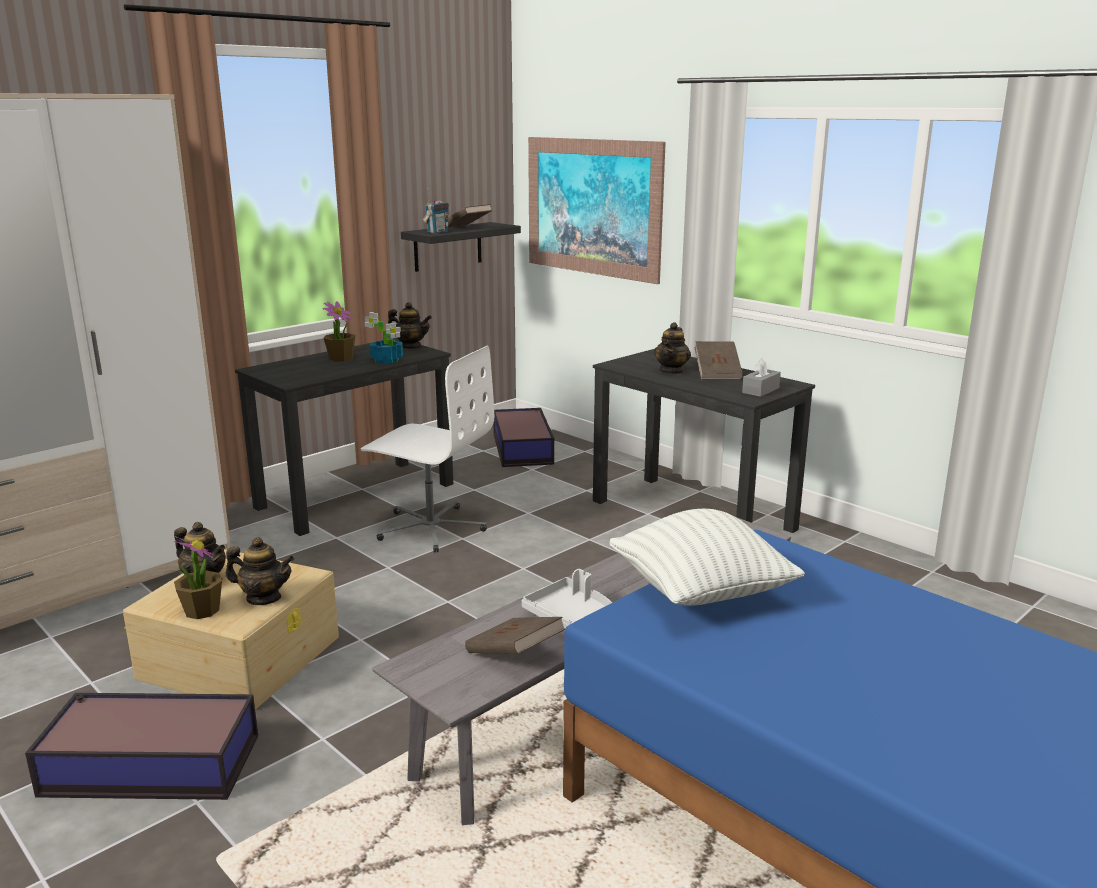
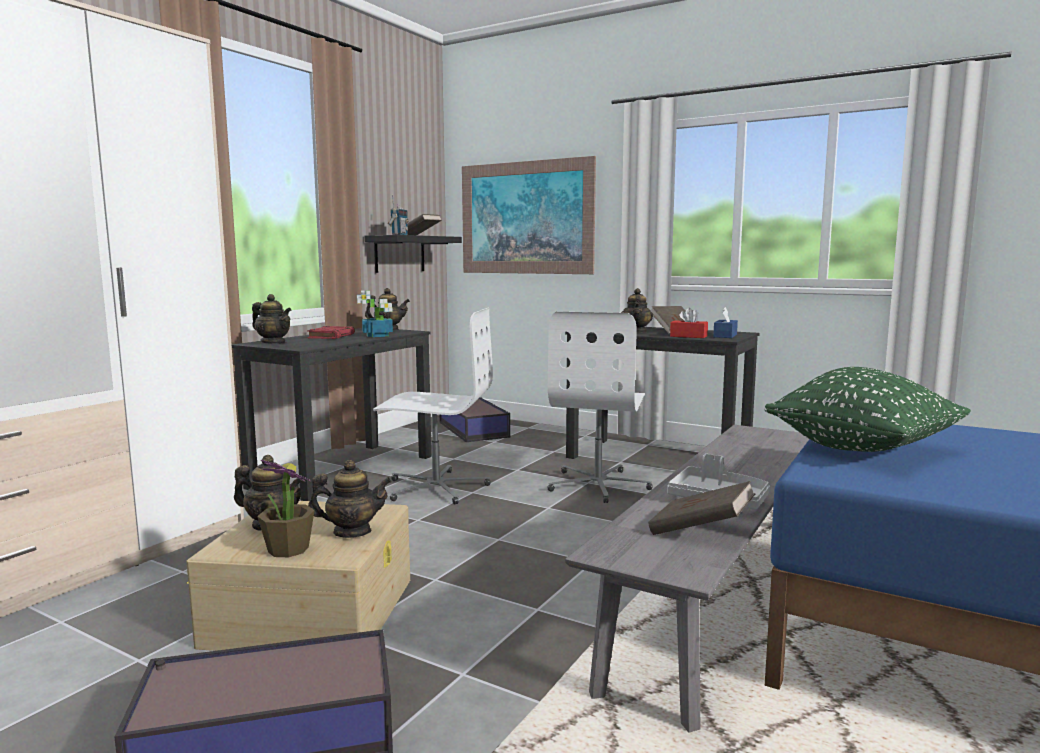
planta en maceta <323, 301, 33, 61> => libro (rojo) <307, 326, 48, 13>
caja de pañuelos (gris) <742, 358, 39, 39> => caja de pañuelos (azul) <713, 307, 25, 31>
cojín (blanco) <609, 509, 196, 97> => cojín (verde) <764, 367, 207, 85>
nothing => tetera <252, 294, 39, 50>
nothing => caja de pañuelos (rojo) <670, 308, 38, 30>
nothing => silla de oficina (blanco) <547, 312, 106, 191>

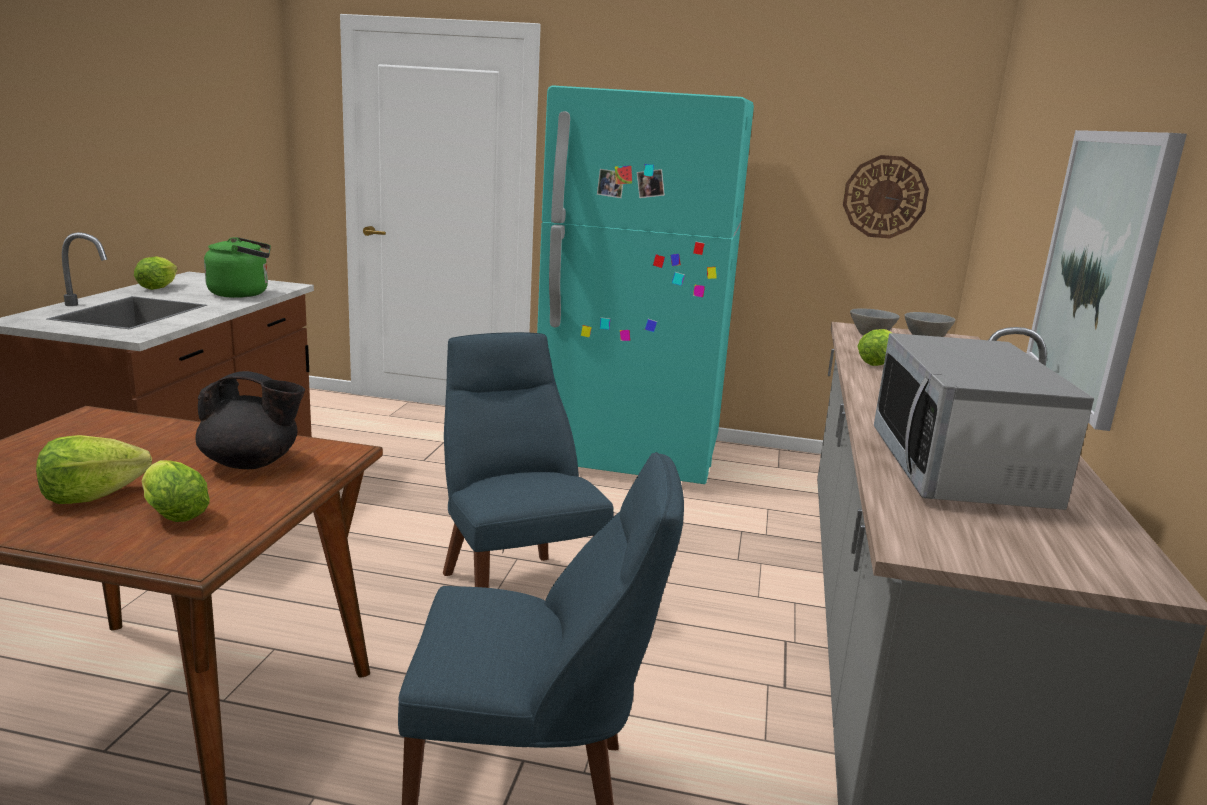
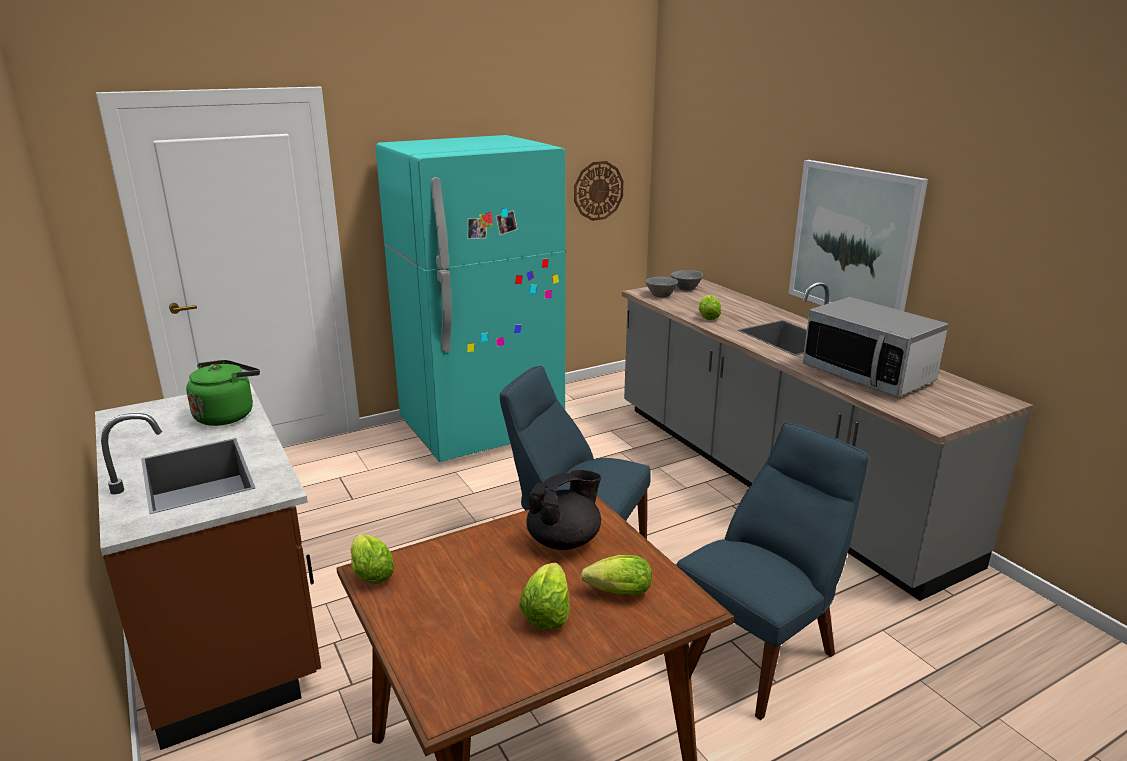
lechuga <134, 256, 44, 34> => lechuga <350, 534, 45, 50>, shifted

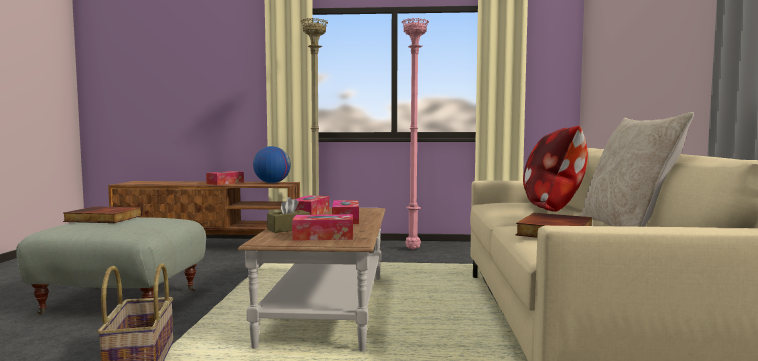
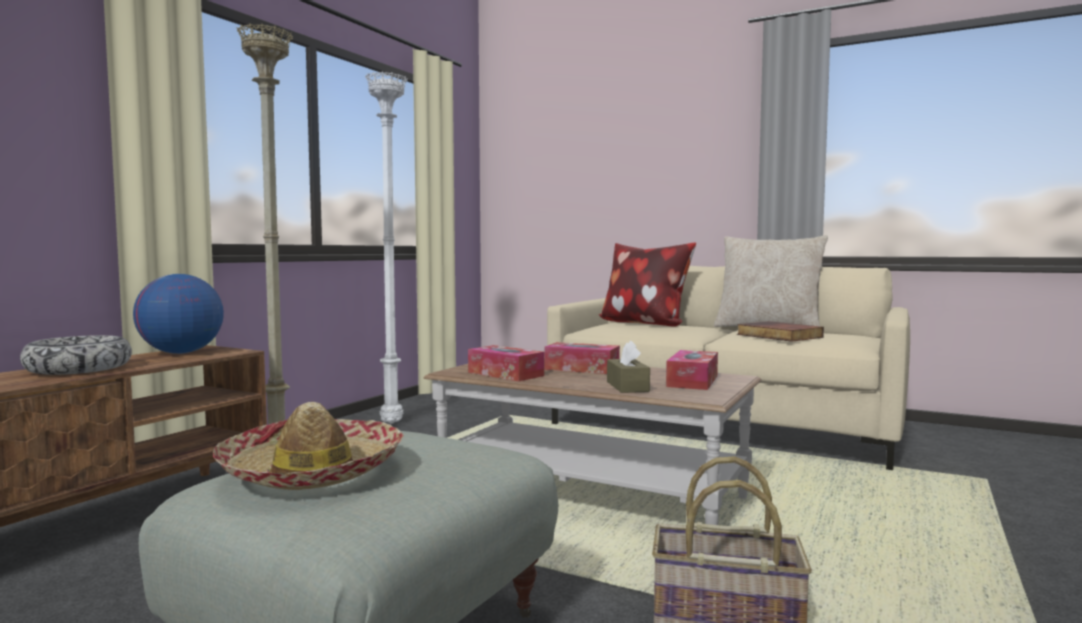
lámpara de pie (rosa) <402, 18, 27, 232> => lámpara de pie (blanco) <365, 71, 43, 353>
caja de pañuelos <206, 171, 38, 14> => cuenco <20, 335, 112, 40>
libro <63, 206, 79, 17> => sombrero <213, 402, 191, 88>

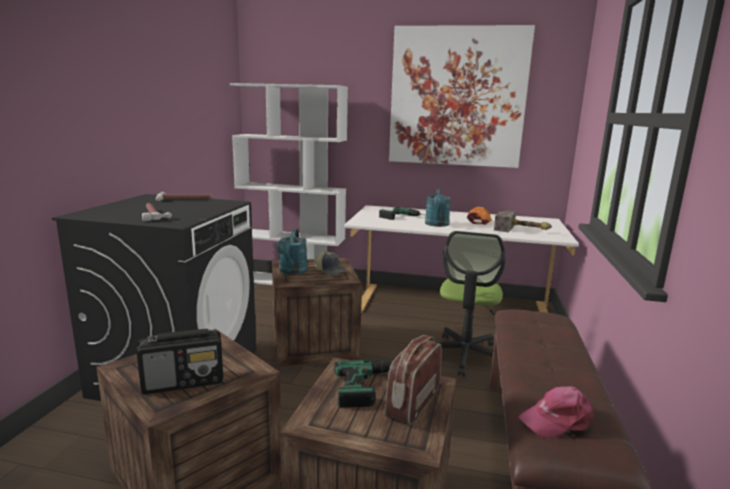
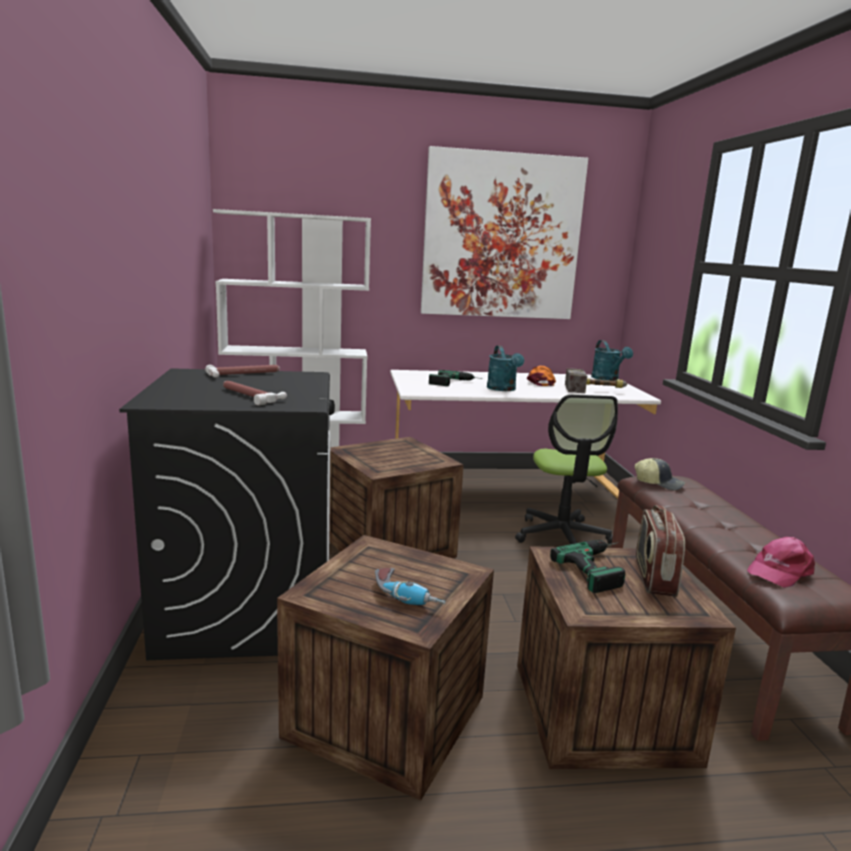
regadera (turquesa) <276, 229, 32, 46> => regadera (turquesa) <591, 340, 42, 41>, shifted
gorra <314, 252, 32, 24> => gorra <634, 458, 51, 32>, shifted
radio <137, 329, 86, 66> => taladro <375, 568, 71, 37>

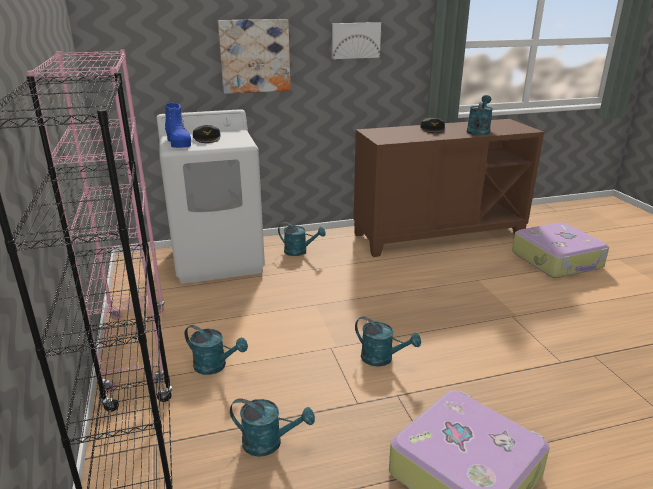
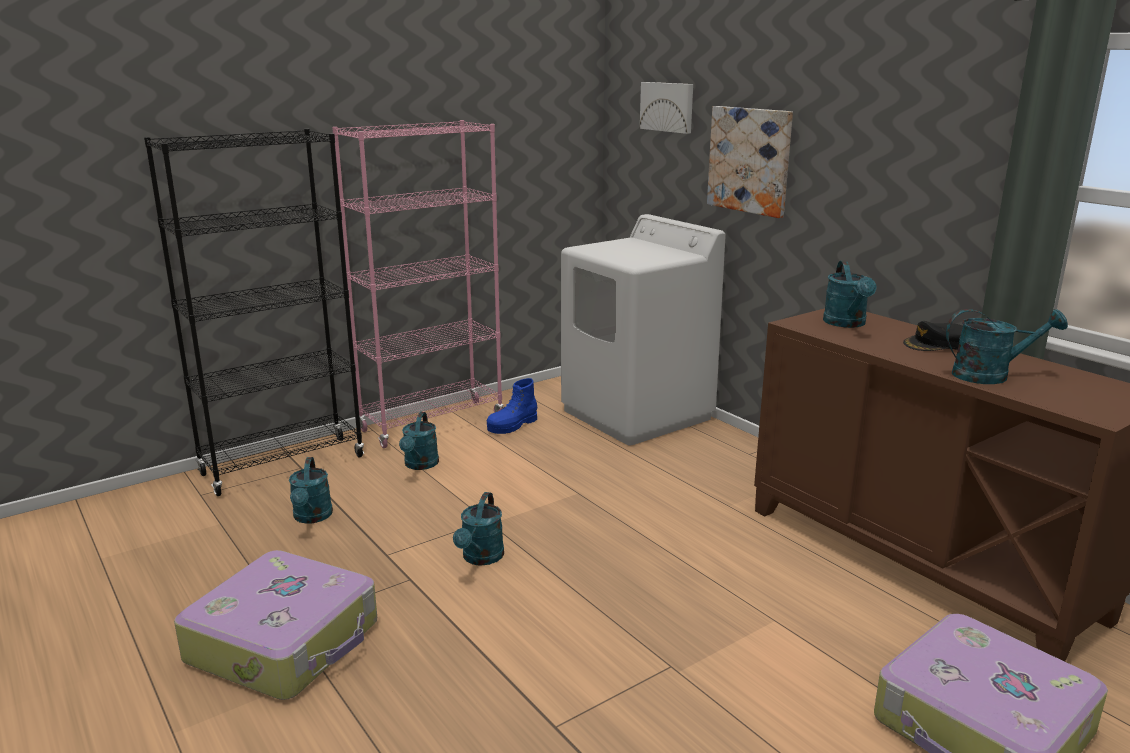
cuadro <332, 22, 49, 37> => cuadro <640, 82, 53, 52>, shifted
bota (azul) <165, 103, 26, 45> => bota (azul) <487, 378, 50, 56>, shifted
gorra (negro) <193, 125, 28, 18> => nothing
regadera (turquesa) <278, 222, 48, 34> => regadera (turquesa) <823, 261, 54, 67>, shifted

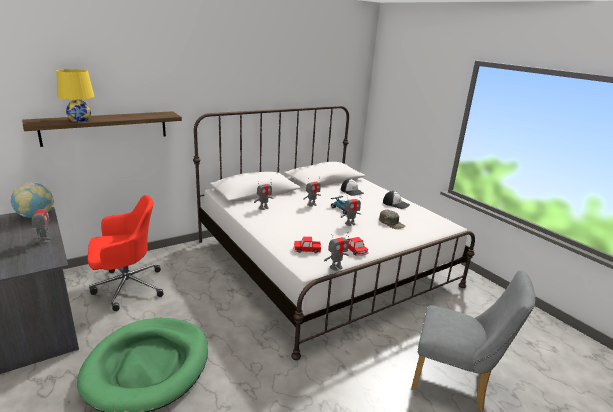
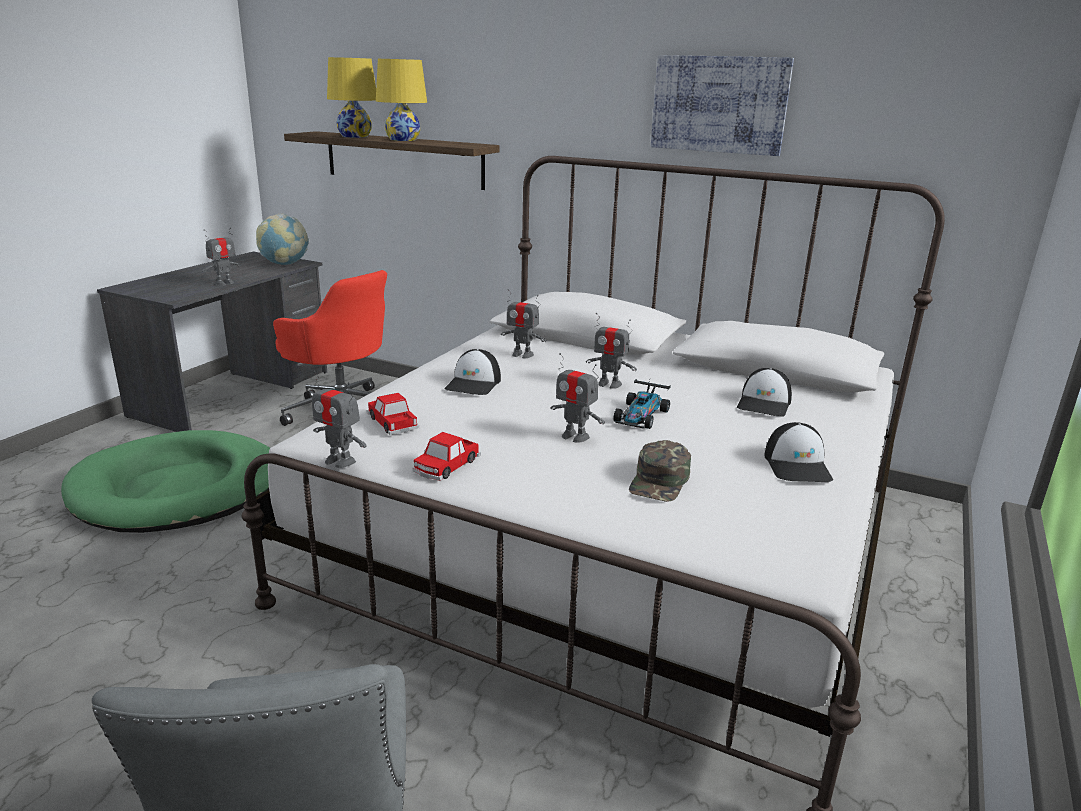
nothing => cuadro <651, 55, 143, 101>
nothing => lámpara de mesa (amarillo) <376, 59, 51, 82>
nothing => gorra <444, 349, 57, 46>

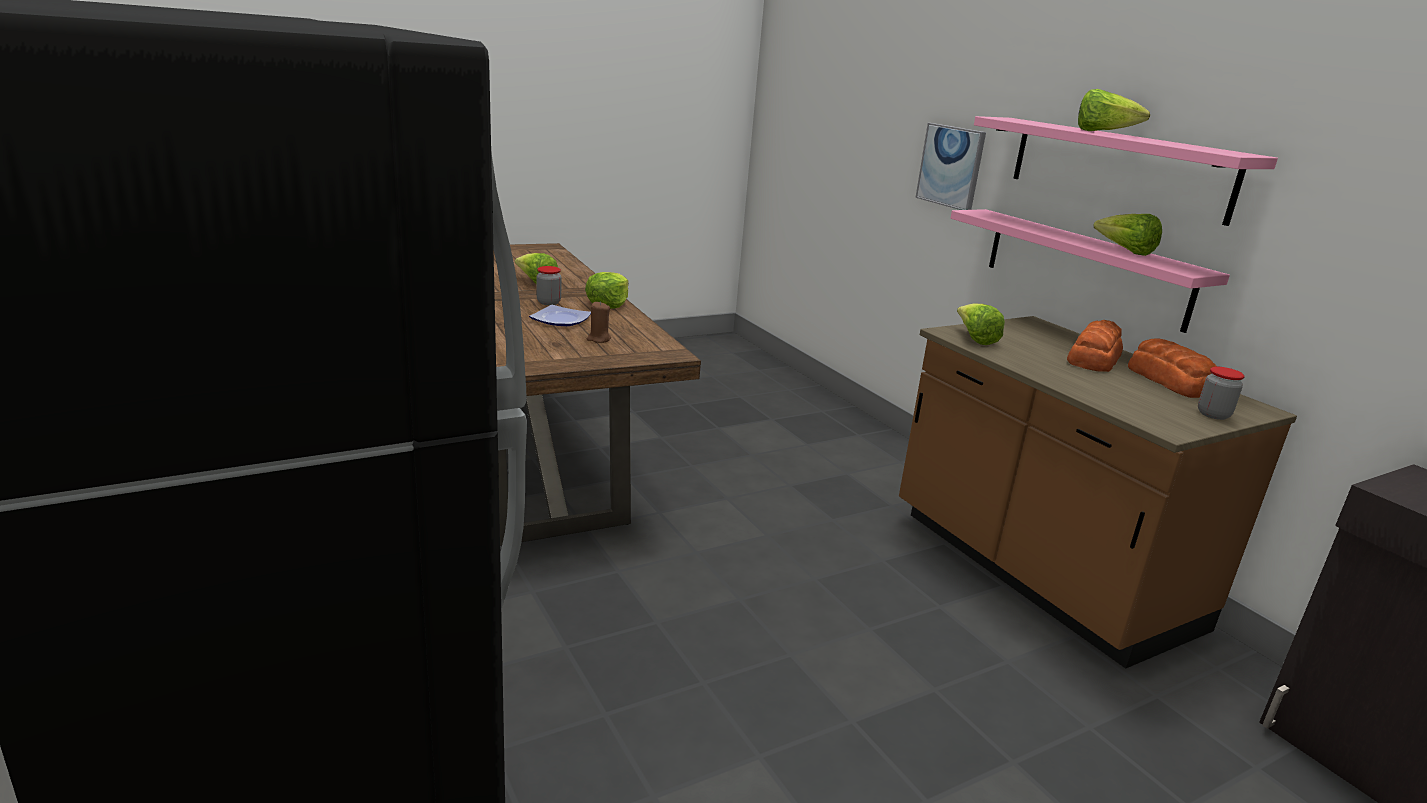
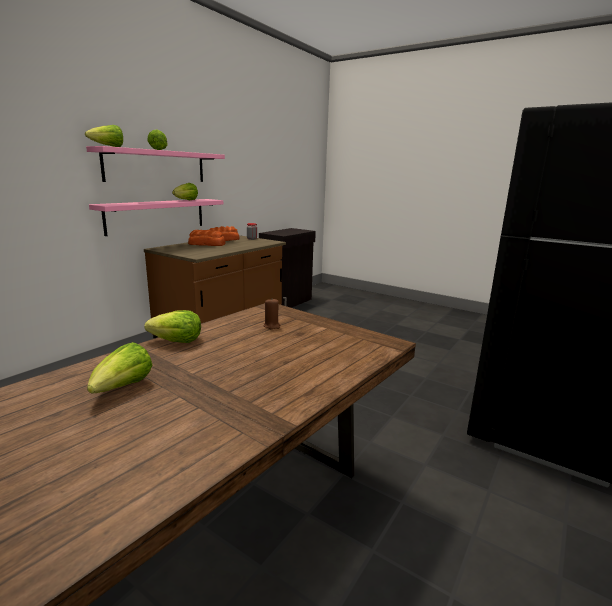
cuadro <915, 123, 71, 87> => nothing
tarro <537, 266, 25, 39> => nothing
lechuga <957, 303, 48, 42> => lechuga <85, 125, 38, 22>, shifted
plato <529, 305, 62, 21> => nothing

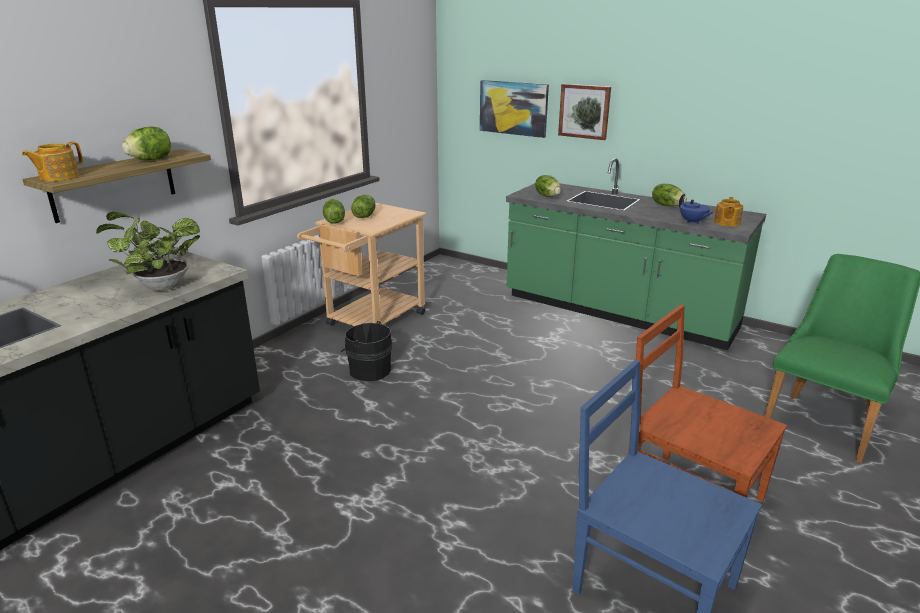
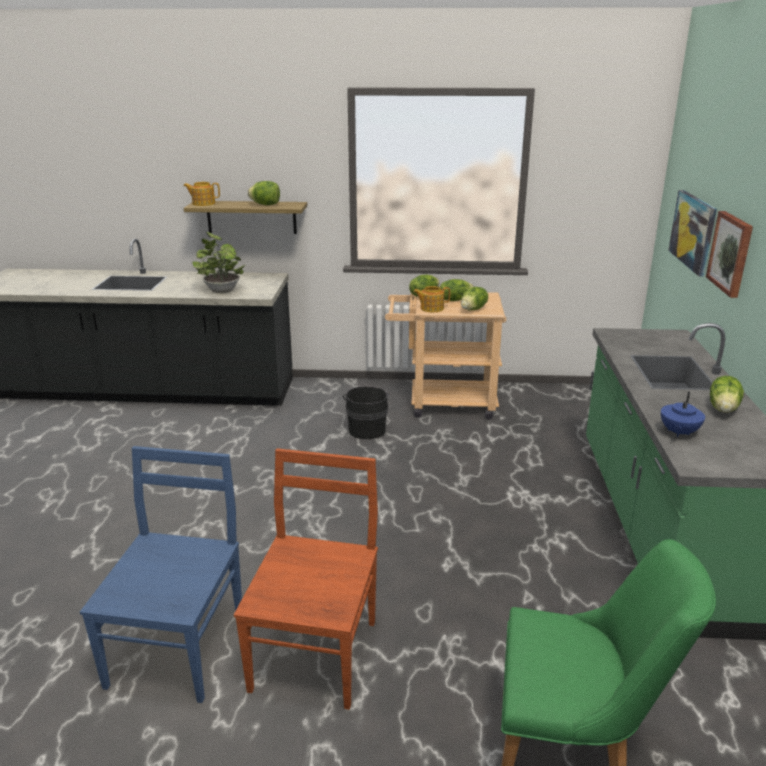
lechuga <535, 175, 26, 22> => lechuga <461, 287, 27, 23>, shifted
tetera <714, 197, 29, 30> => tetera <413, 286, 37, 26>, shifted

